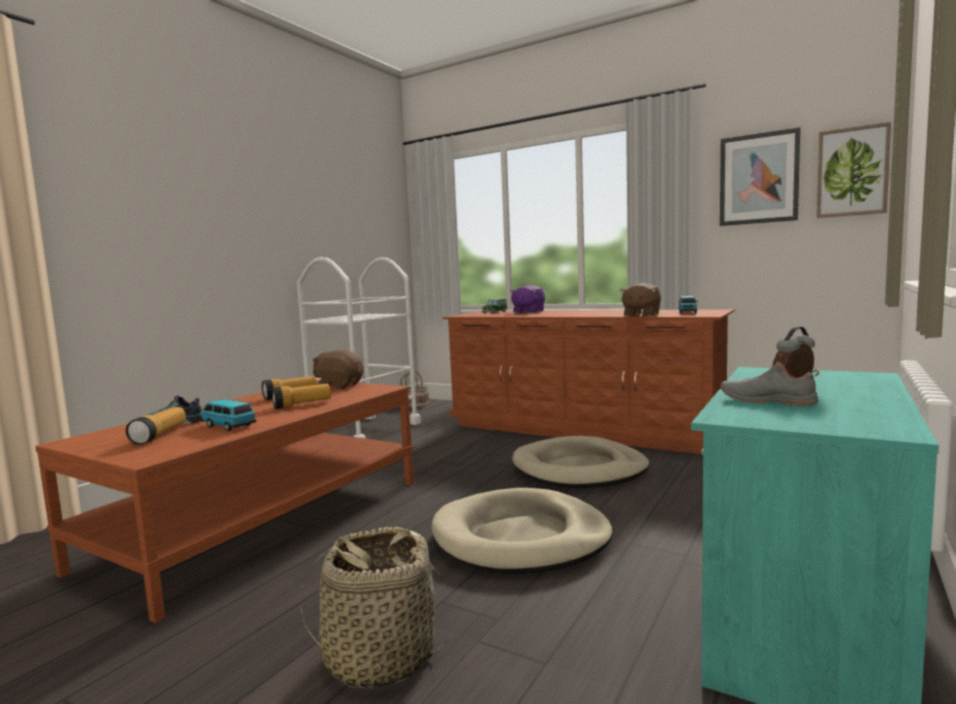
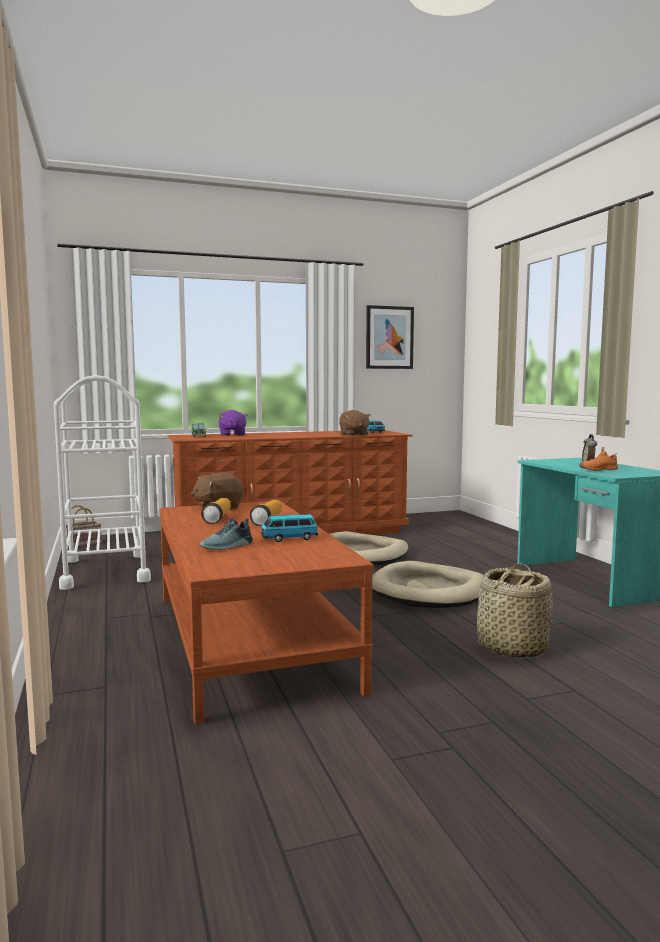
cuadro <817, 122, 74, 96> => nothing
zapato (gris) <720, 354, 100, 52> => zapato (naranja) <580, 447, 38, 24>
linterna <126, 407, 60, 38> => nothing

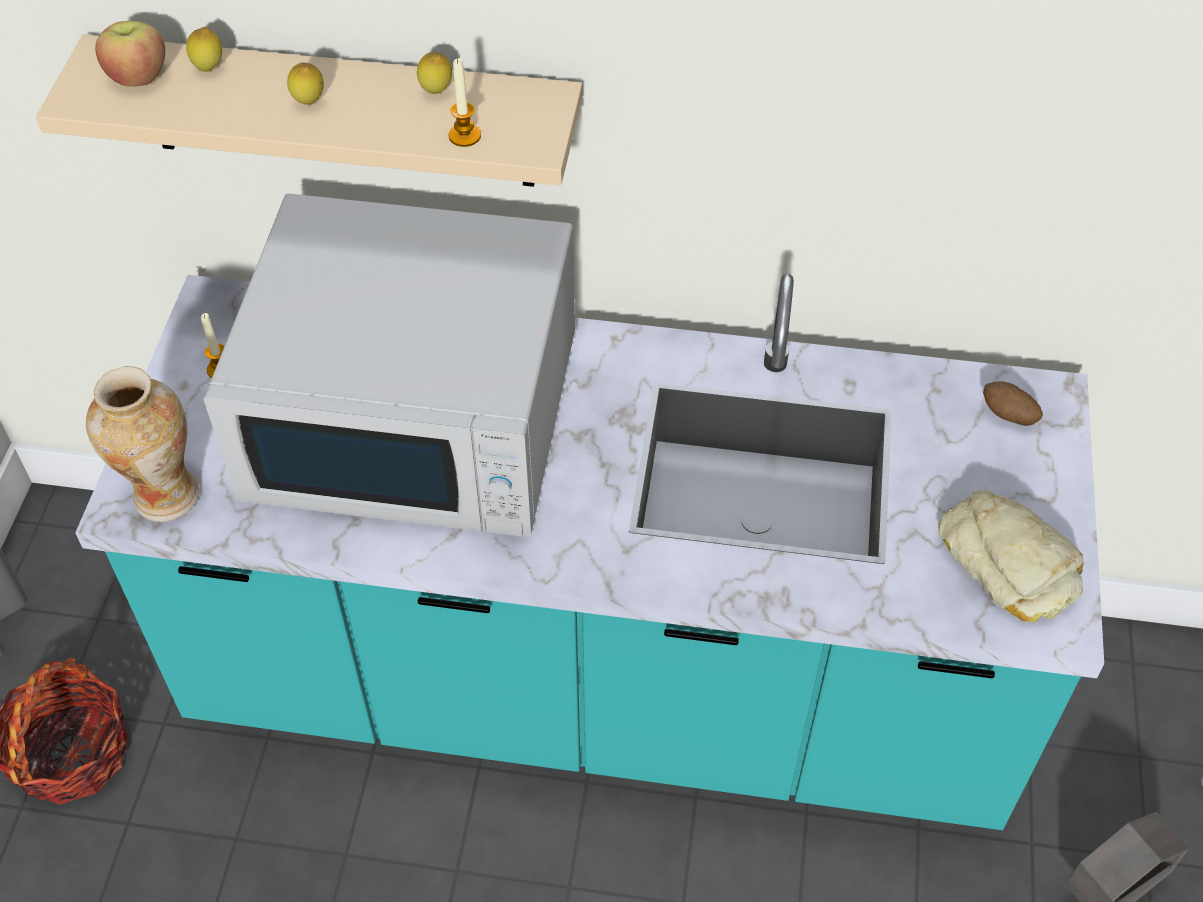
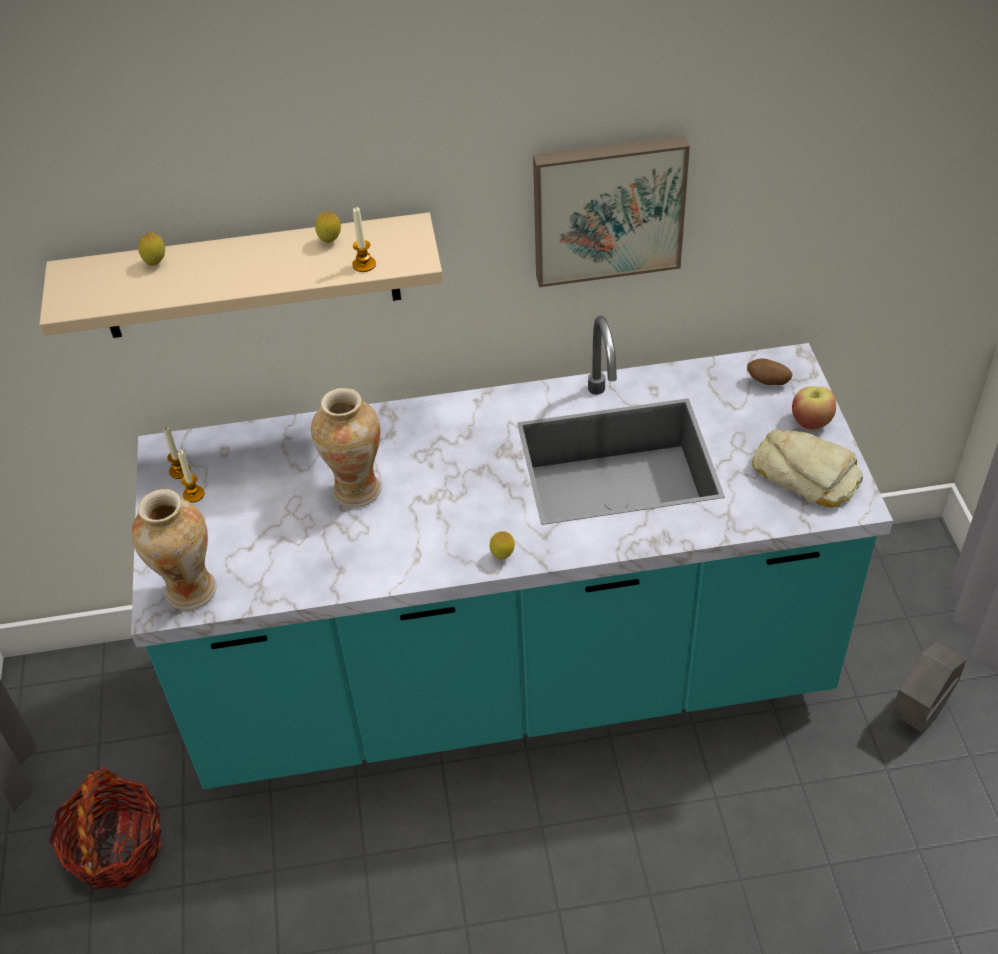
manzana <95, 21, 70, 66> => manzana <792, 386, 44, 44>, shifted
limón <287, 63, 37, 42> => limón <490, 531, 25, 28>, shifted
microondas (blanco) <204, 194, 371, 343> => florero <311, 388, 70, 120>
nothing => cuadro <533, 135, 157, 152>
nothing => vela <164, 427, 27, 52>

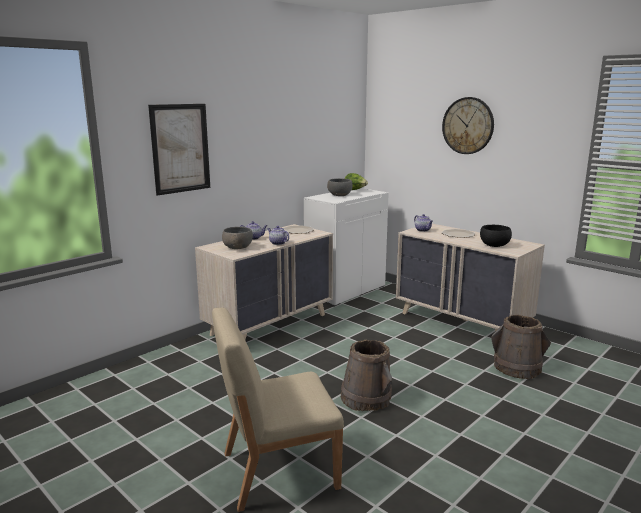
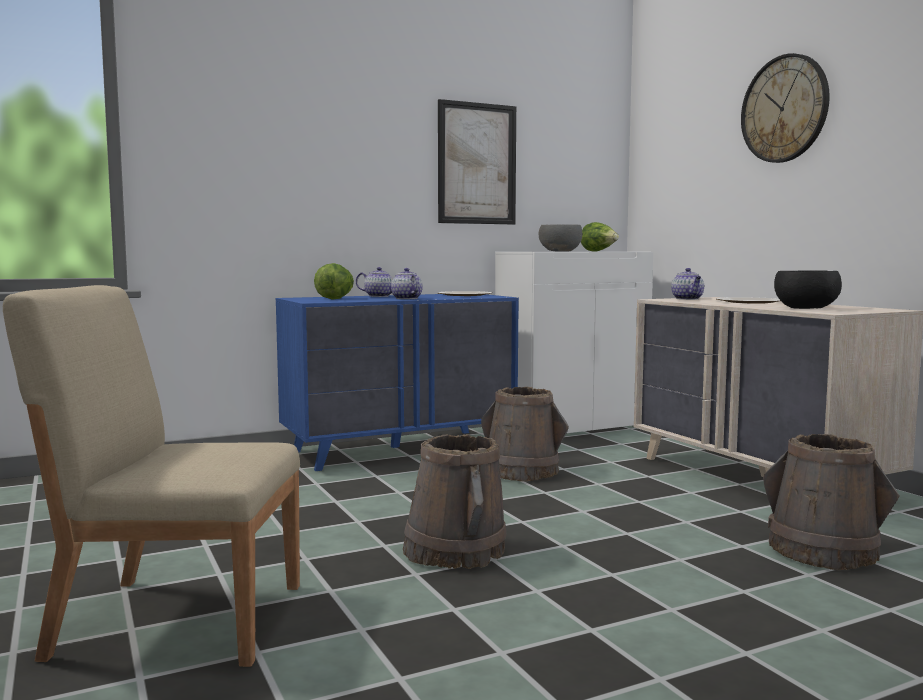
cuadro <148, 104, 62, 92> => cuadro <438, 99, 78, 125>, shifted
cómoda (beis) <195, 224, 138, 116> => cómoda (azul) <276, 294, 243, 177>
cuenco (gris) <222, 227, 31, 22> => lechuga <314, 263, 40, 36>
nothing => cubo (marrón) <481, 387, 88, 95>

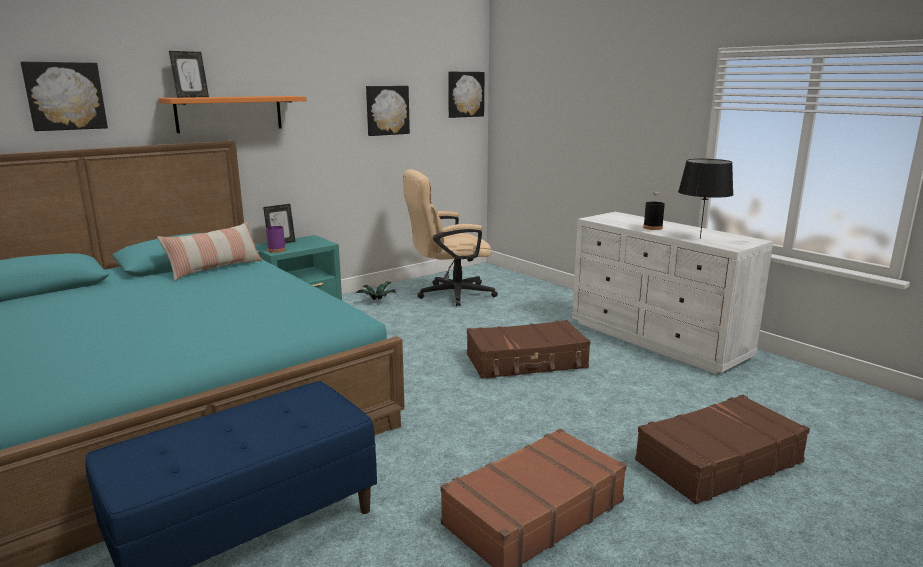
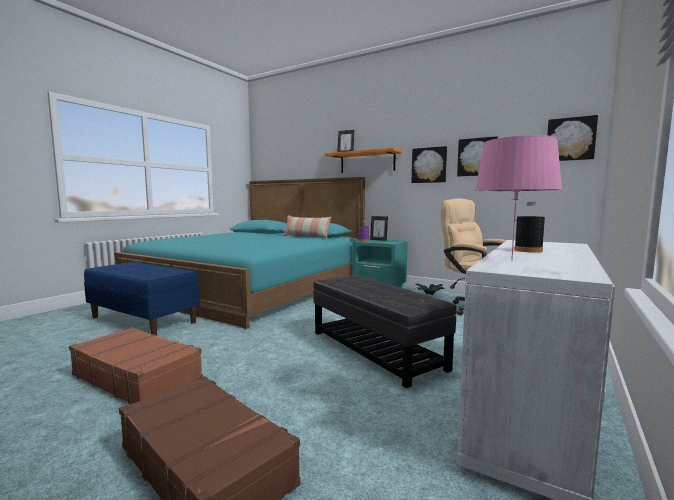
cuadro <20, 62, 88, 69> => cuadro <411, 146, 36, 37>, shifted
lámpara de mesa (negro) <678, 159, 56, 80> => lámpara de mesa (rosa) <475, 135, 87, 126>
maleta (marrón) <467, 320, 123, 59> => puf (negro) <313, 275, 143, 113>

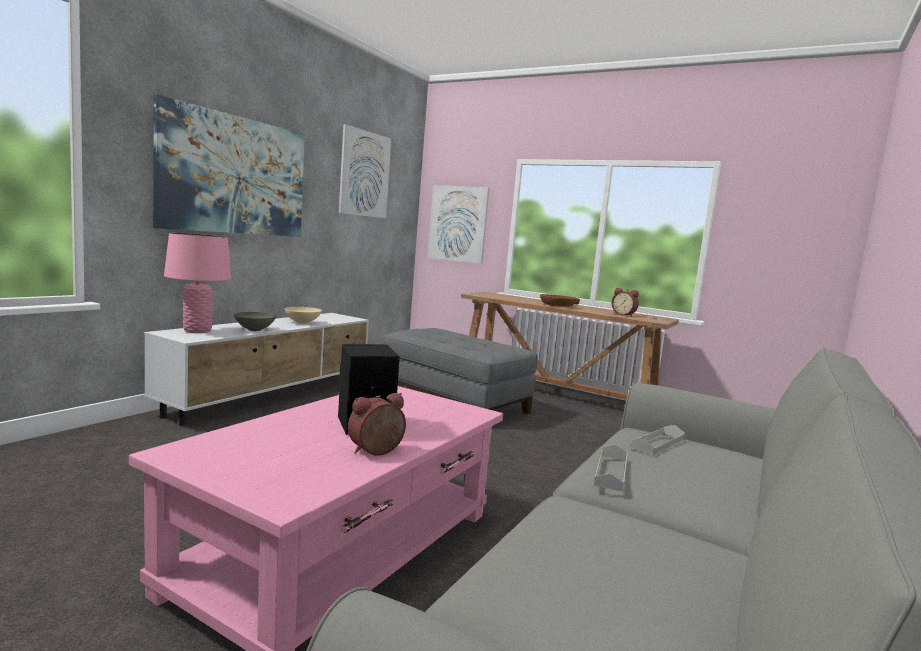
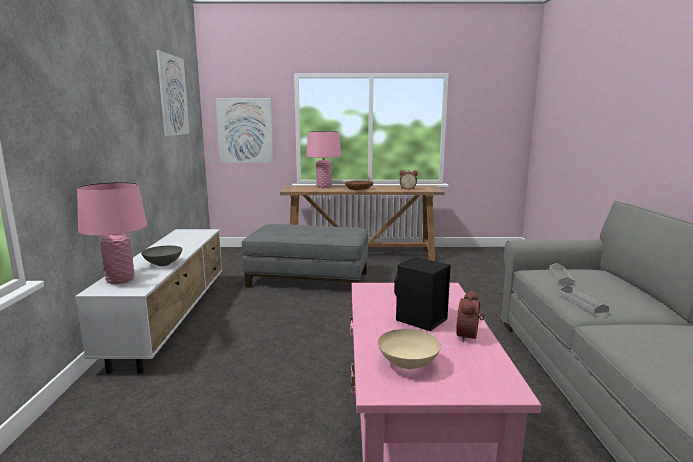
cuadro <153, 95, 152, 142> => nothing
cuenco (beis) <285, 307, 37, 17> => cuenco (beis) <378, 329, 63, 40>, shifted
nothing => lámpara de mesa (rosa) <306, 131, 35, 57>

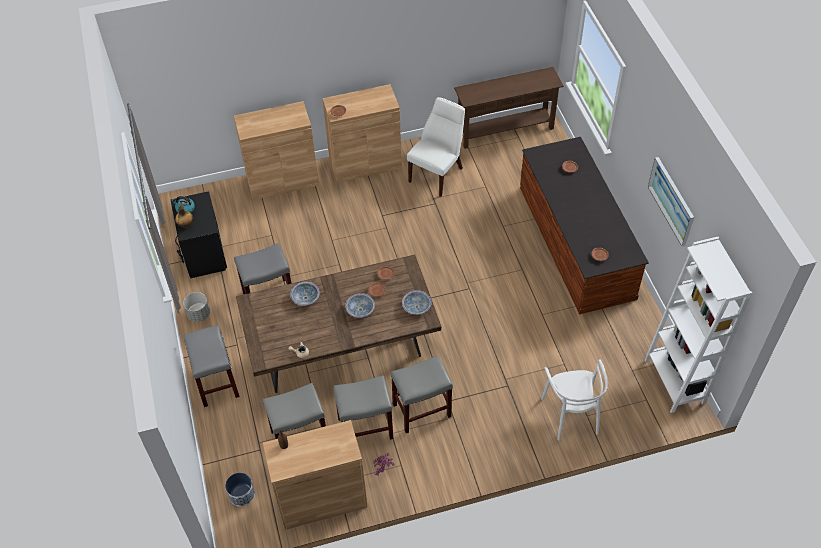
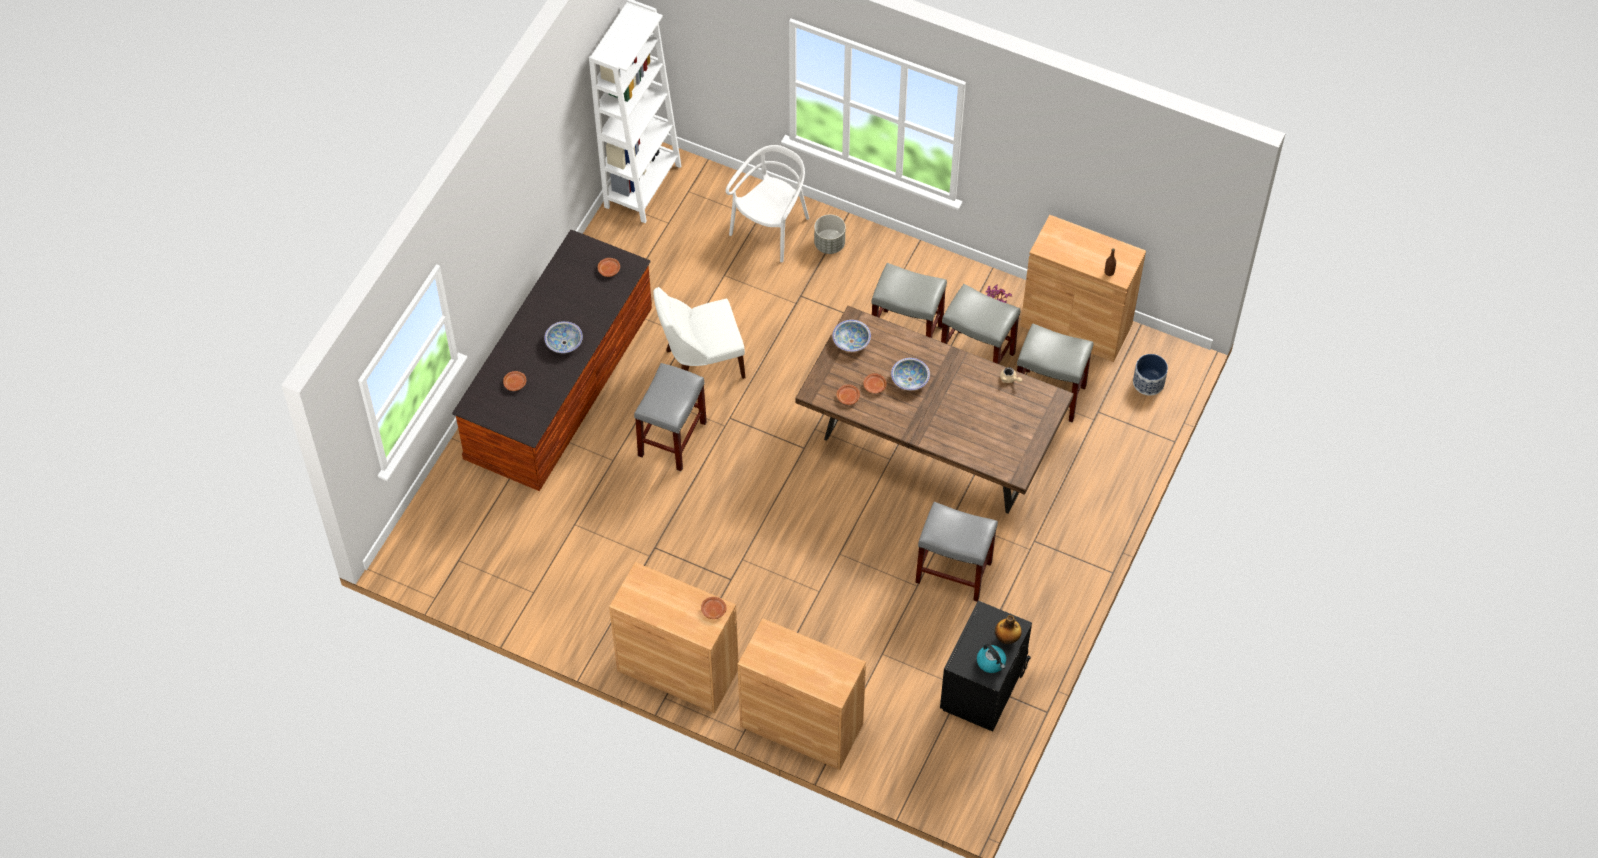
mesa consola (marrón) <454, 67, 110, 82> => nothing
silla (blanco) <407, 97, 58, 100> => silla (blanco) <653, 287, 92, 92>, shifted
cuadro <648, 157, 46, 90> => nothing
cuenco <290, 282, 30, 24> => cuenco <544, 321, 39, 32>, shifted
maceta (gris) <183, 292, 27, 30> => maceta (gris) <814, 214, 31, 40>, shifted
taburete (gris) <184, 325, 56, 82> => taburete (gris) <634, 363, 73, 108>, shifted

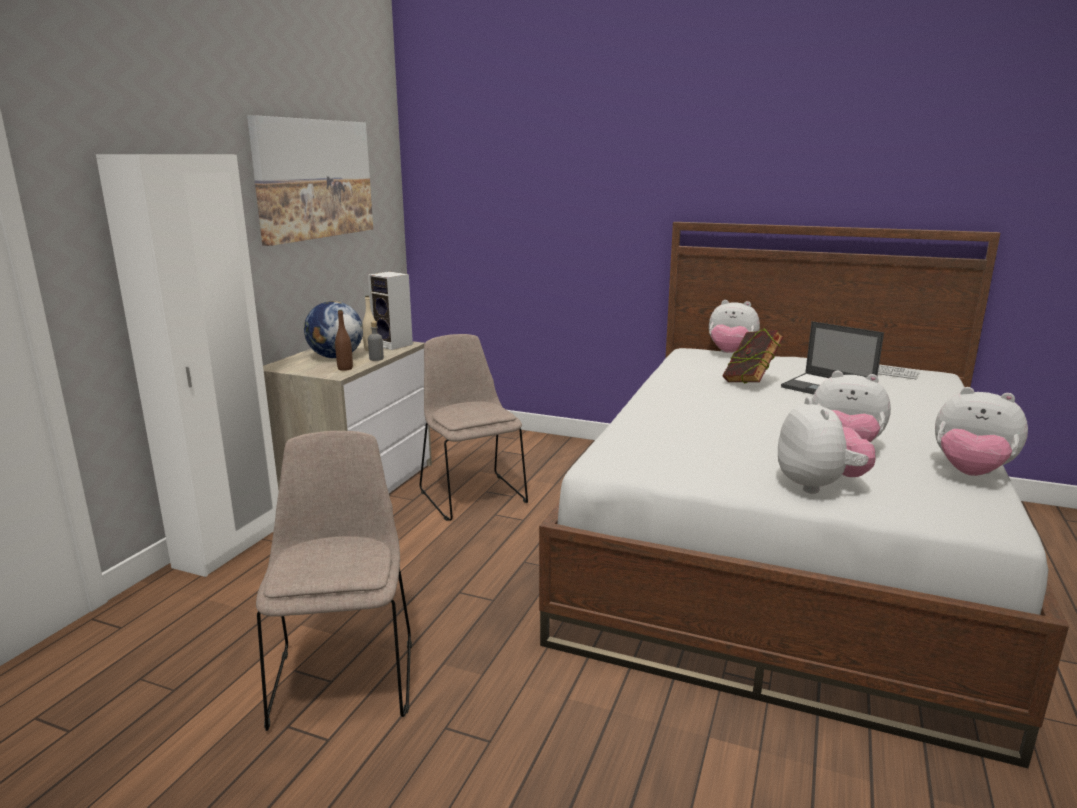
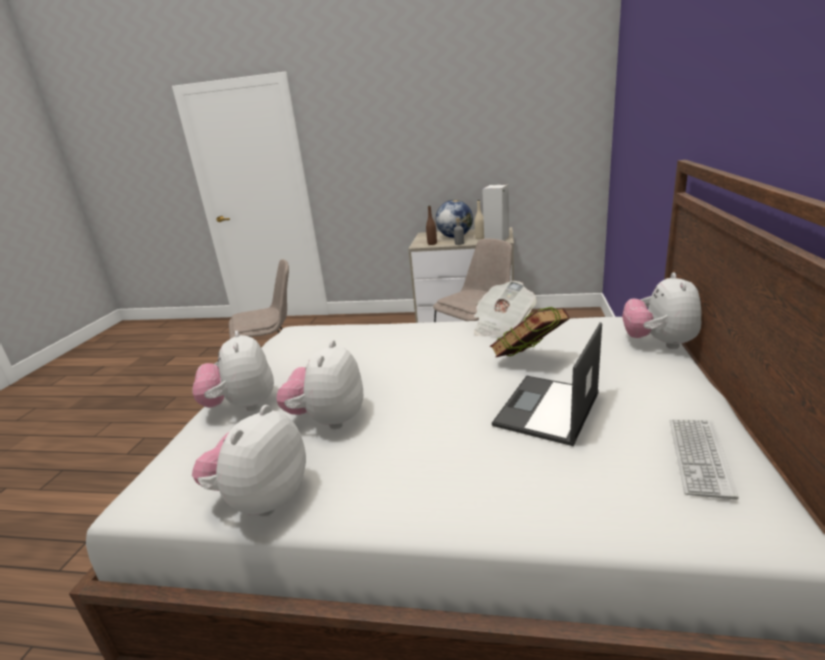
cuadro <247, 115, 126, 131> => nothing
armario ropero (blanco) <96, 154, 183, 423> => nothing
peluche <778, 397, 98, 97> => peluche <192, 331, 82, 80>, 90 degrees clockwise
nothing => periódico <474, 281, 62, 56>

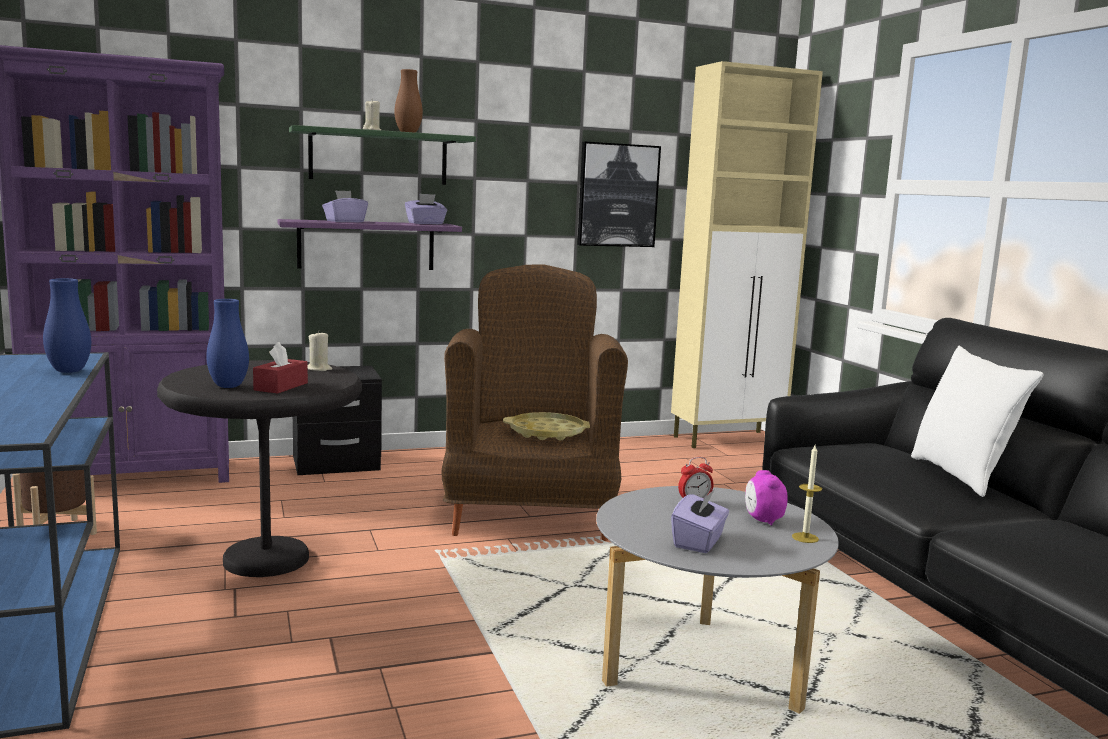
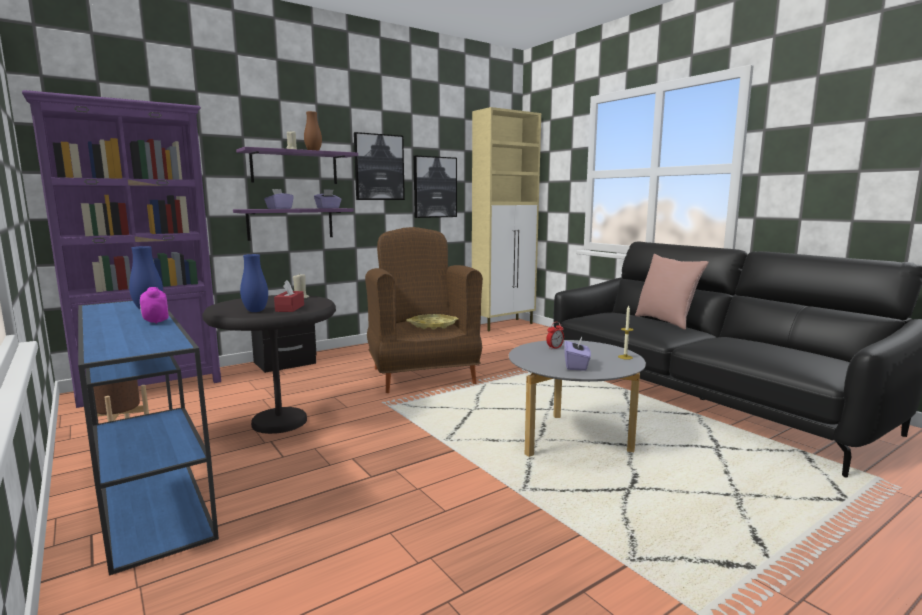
estante (verde) <289, 125, 187, 60> => estante (morado) <236, 147, 122, 37>
cojín (blanco) <911, 346, 132, 151> => cojín (rosa) <635, 254, 74, 76>
despertador <745, 470, 43, 56> => despertador <140, 287, 28, 37>, shifted
nothing => cuadro <354, 132, 51, 68>

